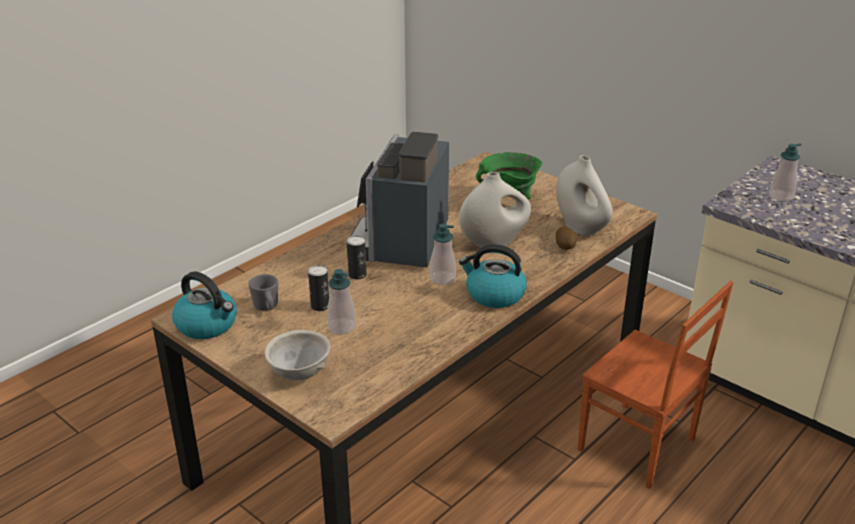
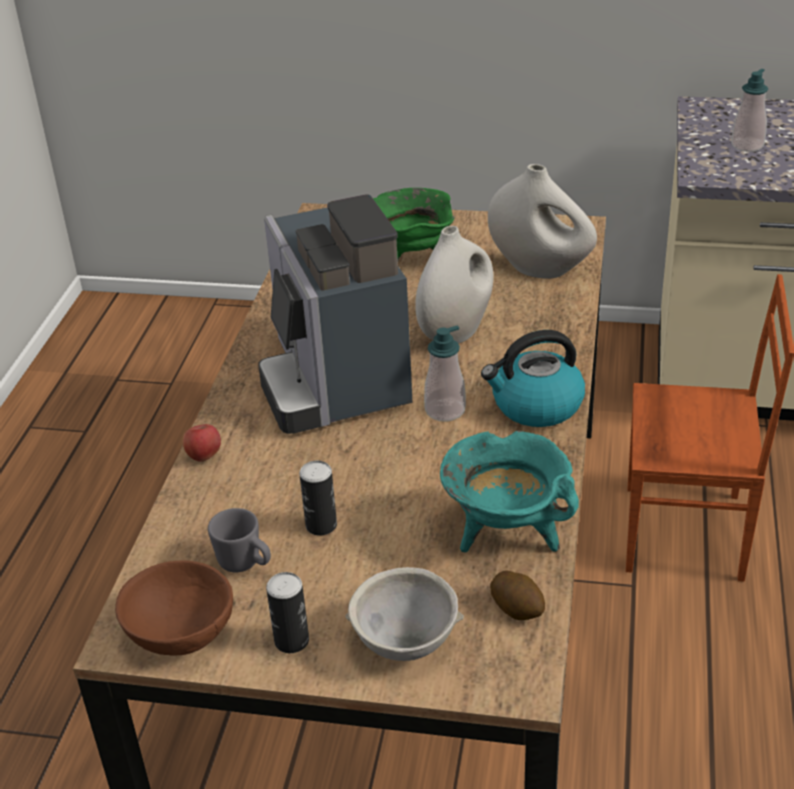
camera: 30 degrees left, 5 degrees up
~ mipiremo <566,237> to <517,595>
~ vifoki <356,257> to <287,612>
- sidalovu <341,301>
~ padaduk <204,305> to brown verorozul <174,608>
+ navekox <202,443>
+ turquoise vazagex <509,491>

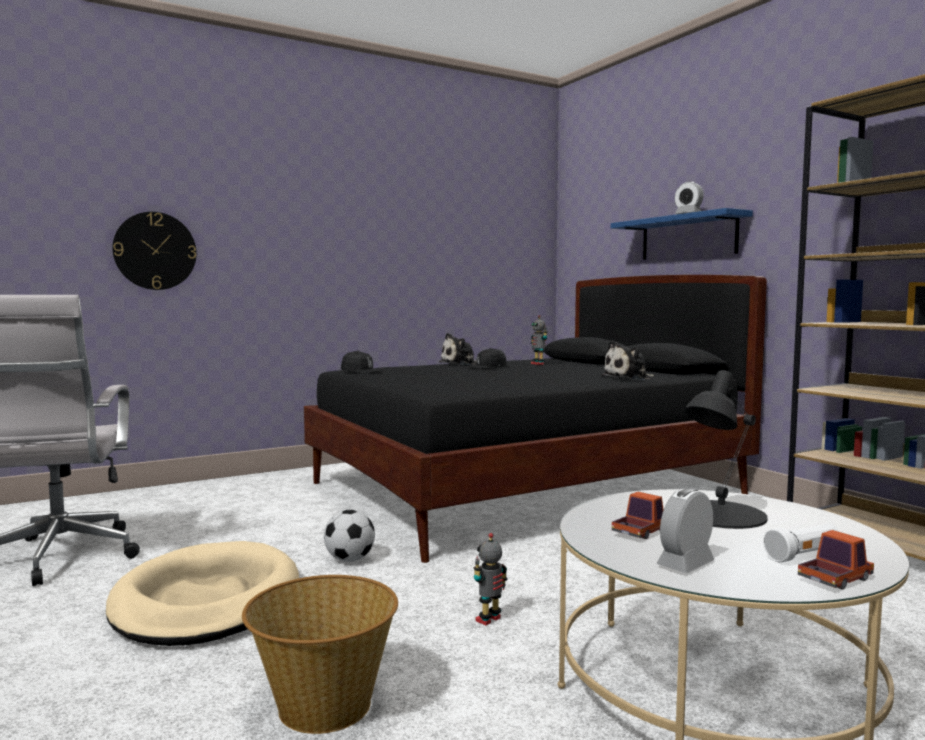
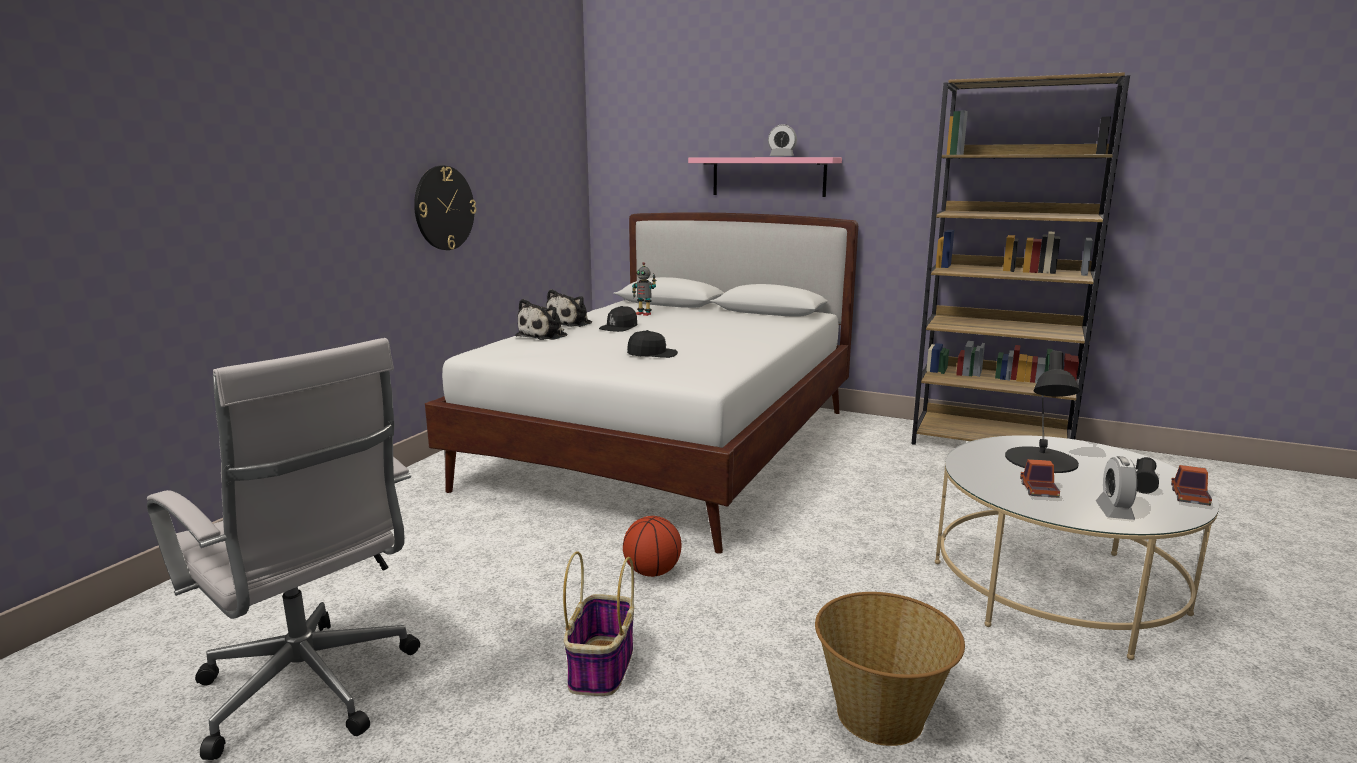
camera: 35 degrees left, 10 degrees up
~ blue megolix <682,234> to pink megolix <765,177>
~ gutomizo <154,251> to <445,208>
~ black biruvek <535,419> to white biruvek <641,383>
~ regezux <627,360> to <541,319>
~ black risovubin <361,362> to <652,344>
~ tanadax <349,536> to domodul <652,546>
~ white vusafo <801,543> to black vusafo <1147,475>
- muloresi <491,579>
~ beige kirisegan <202,593> to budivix <598,623>

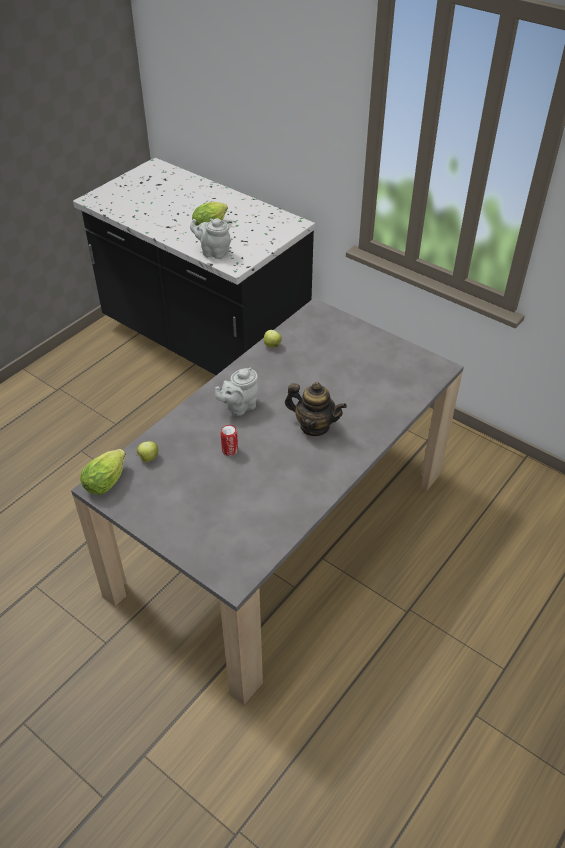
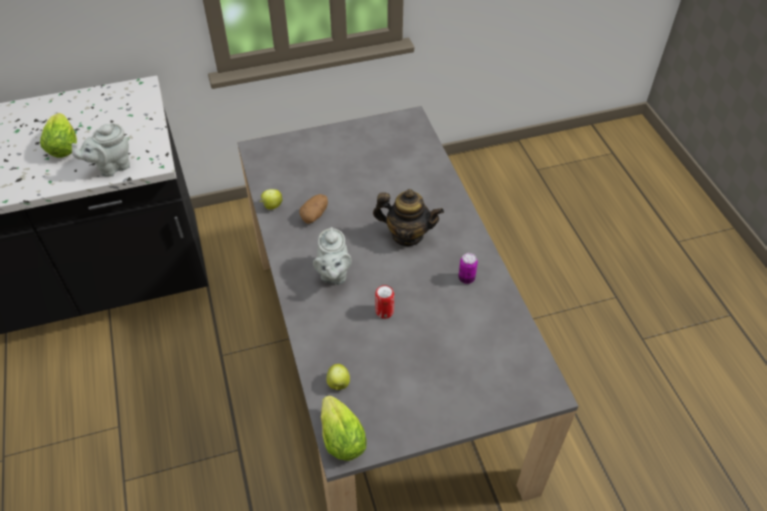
camera: 55 degrees left, 5 degrees up
~ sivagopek <316,409> = <408,217> 45 degrees clockwise
+ mipiremo <313,209>
+ vifoki <468,268>

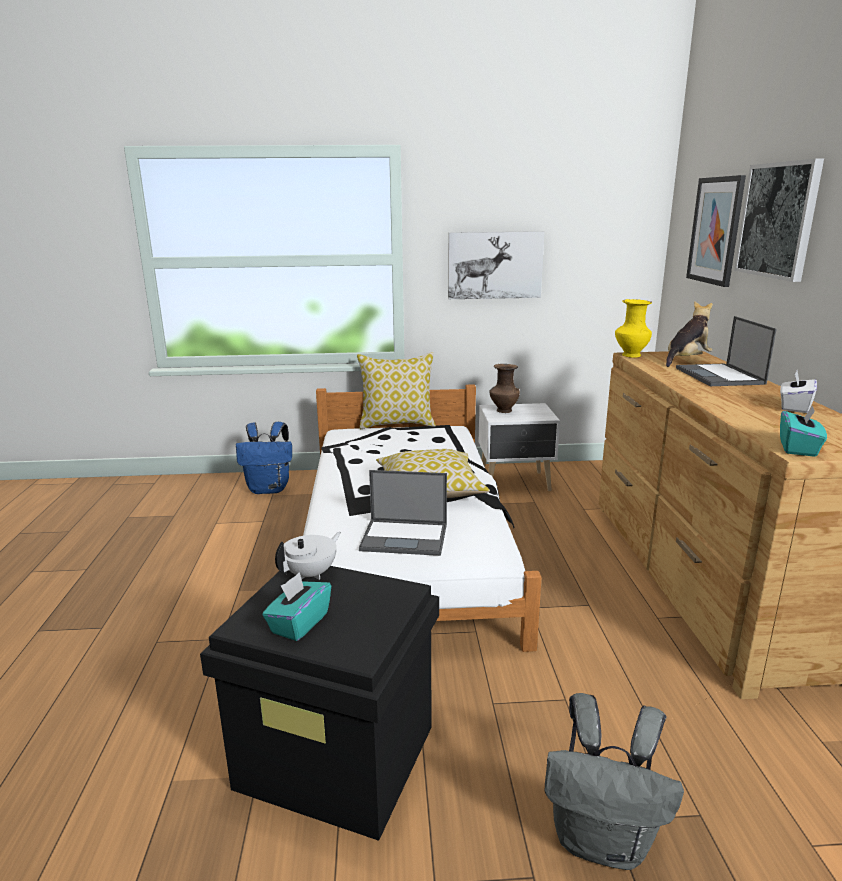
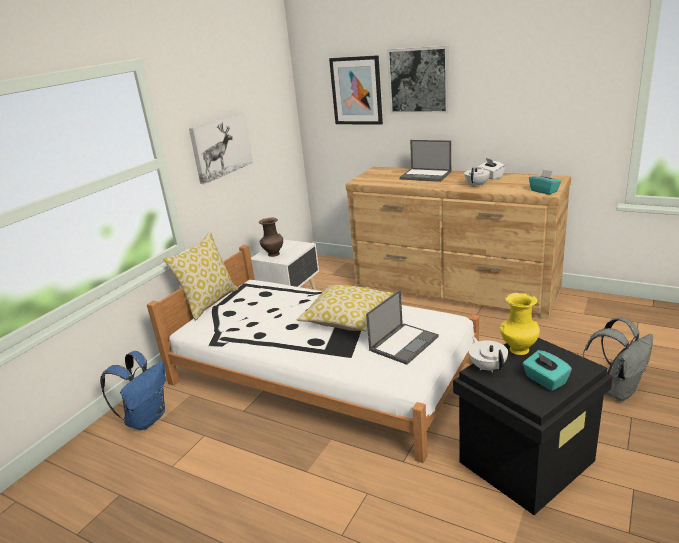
camera: 55 degrees left, 5 degrees up
~ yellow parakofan <633,328> to <520,324>
- regezux <689,334>
+ white sivagopek <477,177>

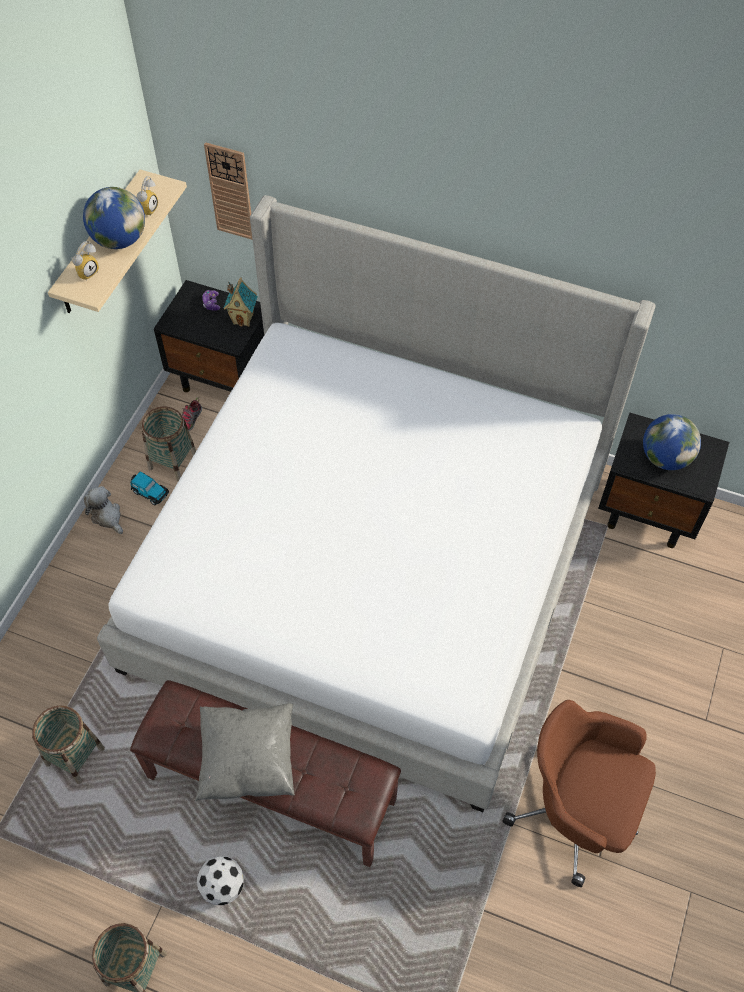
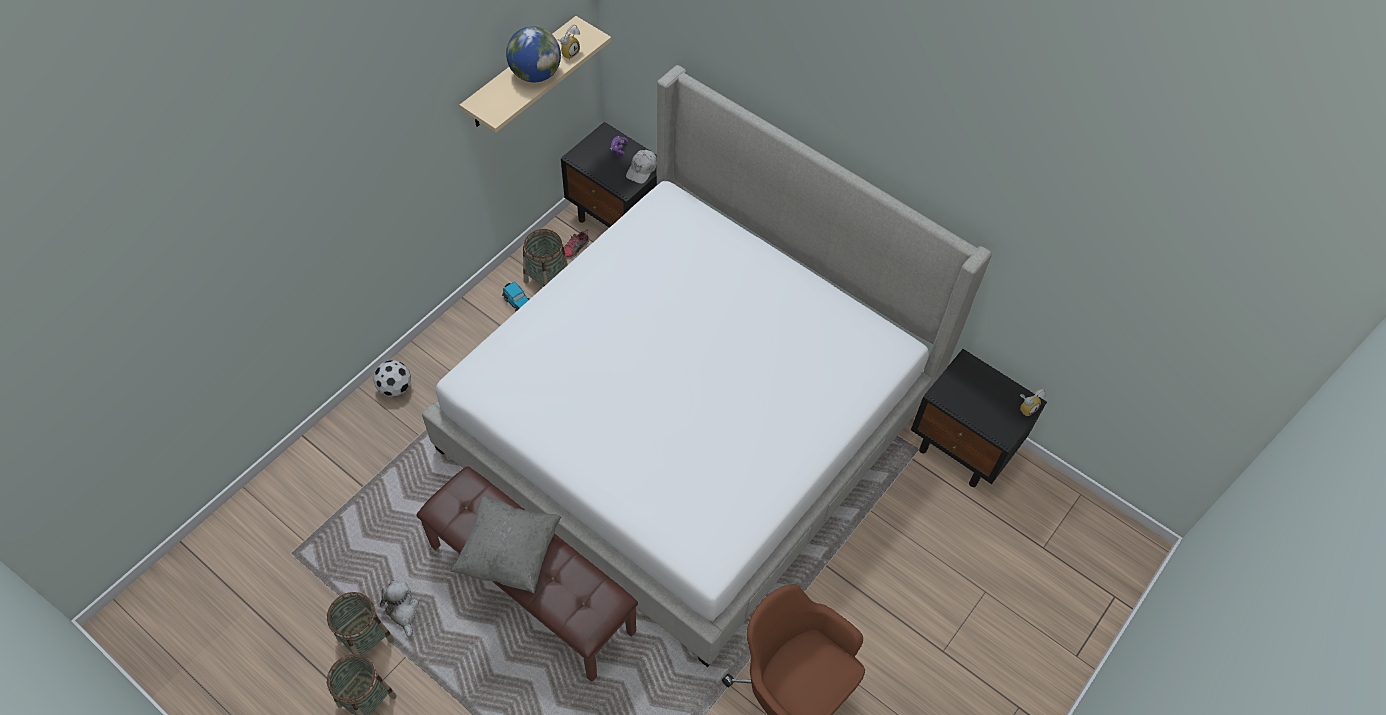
camera: 15 degrees right, 0 degrees up
- gutomizo <228,191>
~ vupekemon <85,261> to <1033,402>
~ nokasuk <241,302> to white risovubin <641,167>
- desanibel <672,442>
~ regezux <103,510> to <399,609>
~ budivix <68,744> to <360,623>
~ tanadax <220,880> to <392,378>

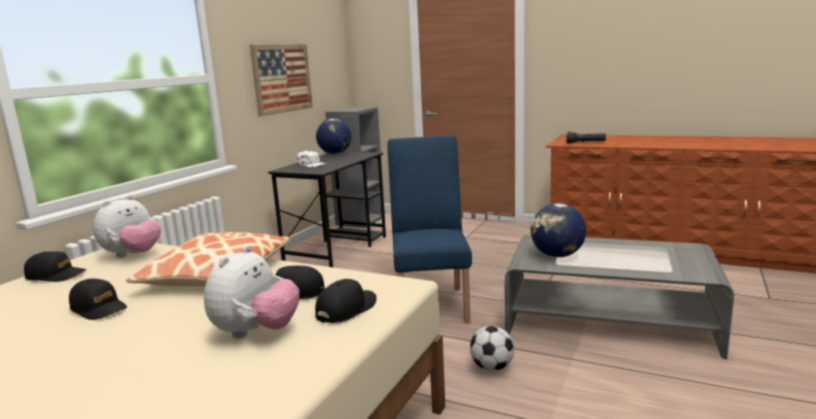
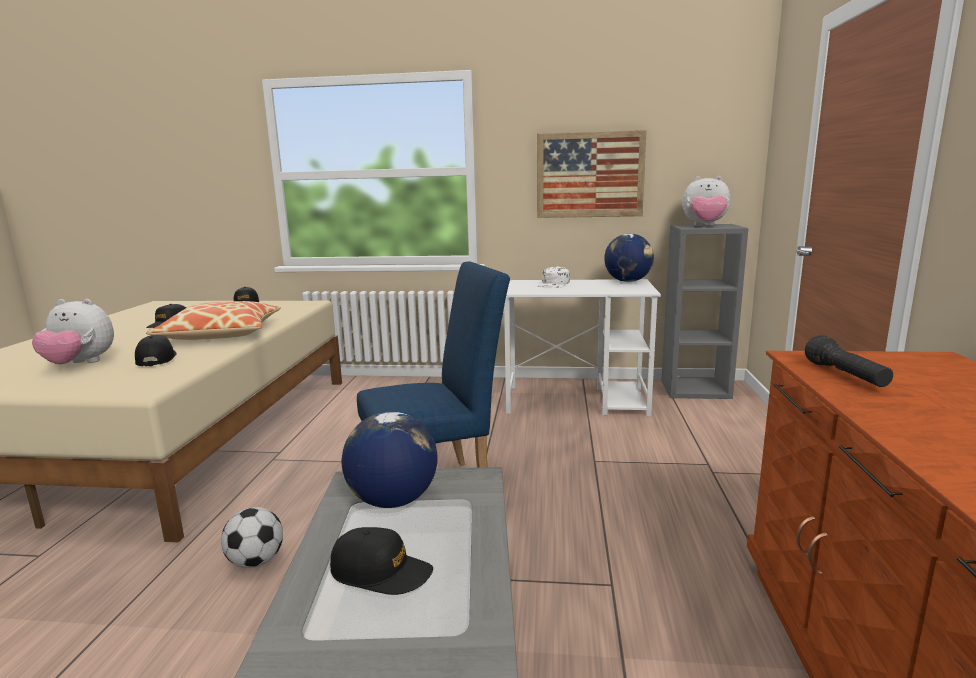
camera: 70 degrees right, 0 degrees up
~ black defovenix <327,209> to white defovenix <582,347>
~ regezux <127,226> to <706,201>
~ black risovubin <346,301> to <381,561>

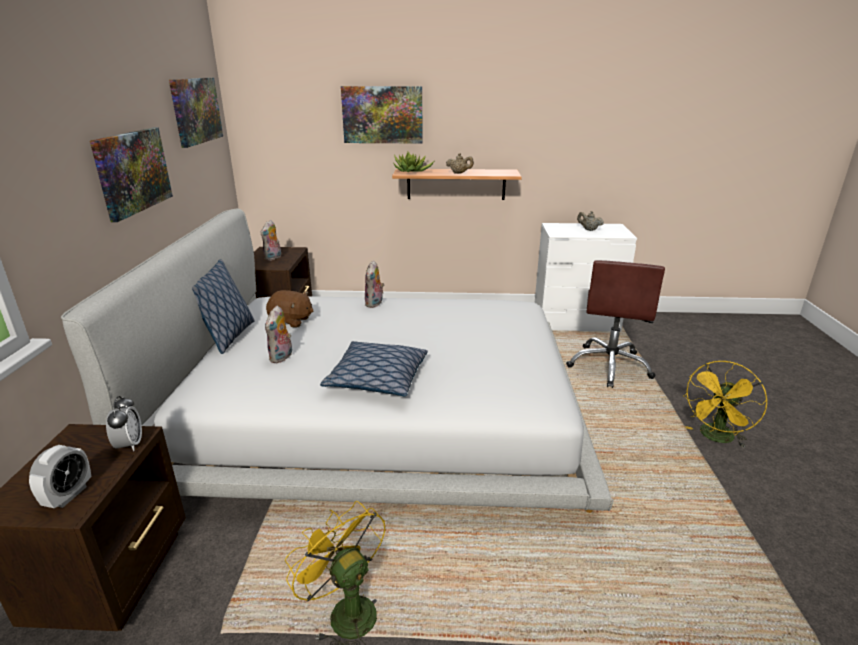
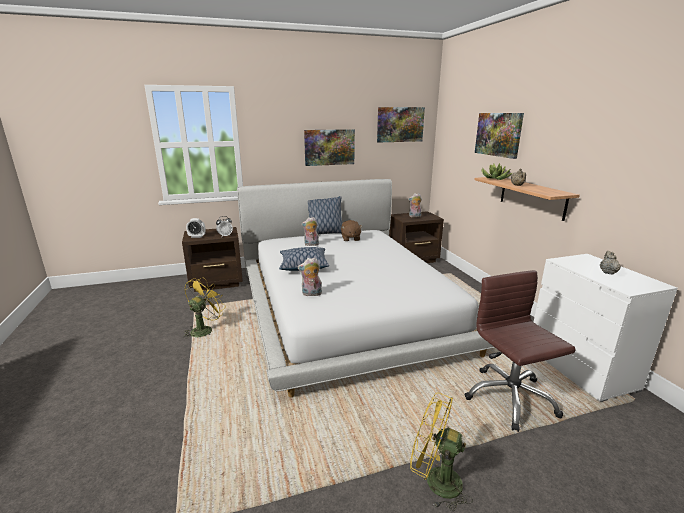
camera: 70 degrees right, 5 degrees down
~ regezux <374,284> to <310,276>
~ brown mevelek <615,324> = <520,351> 75 degrees clockwise

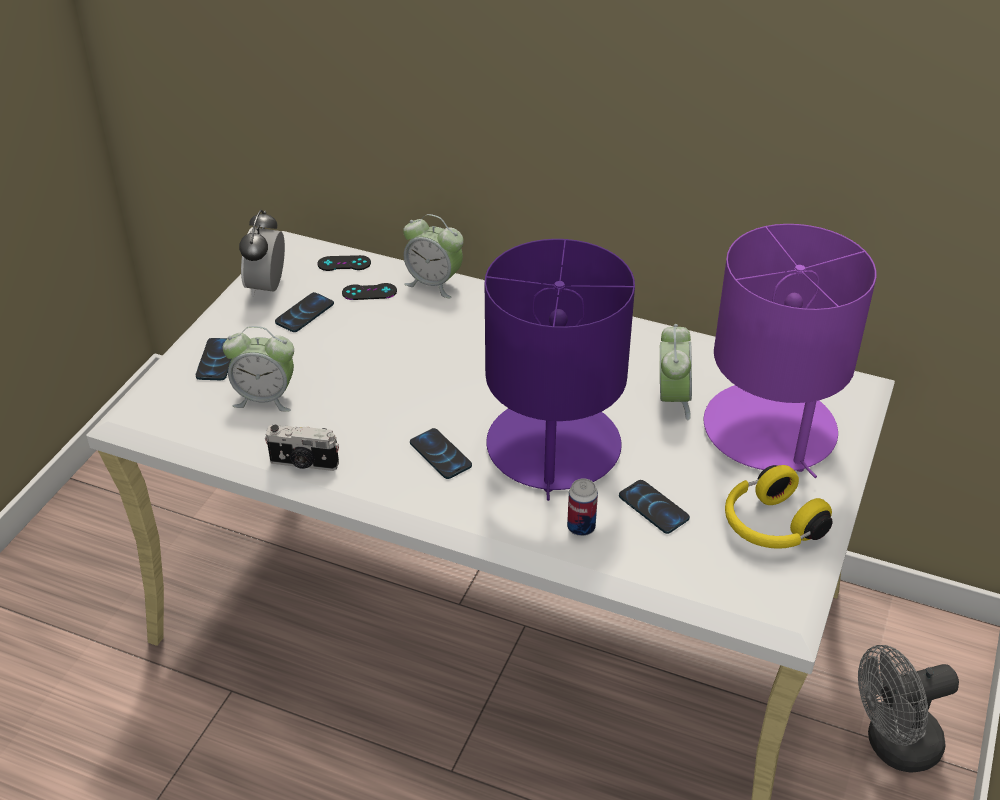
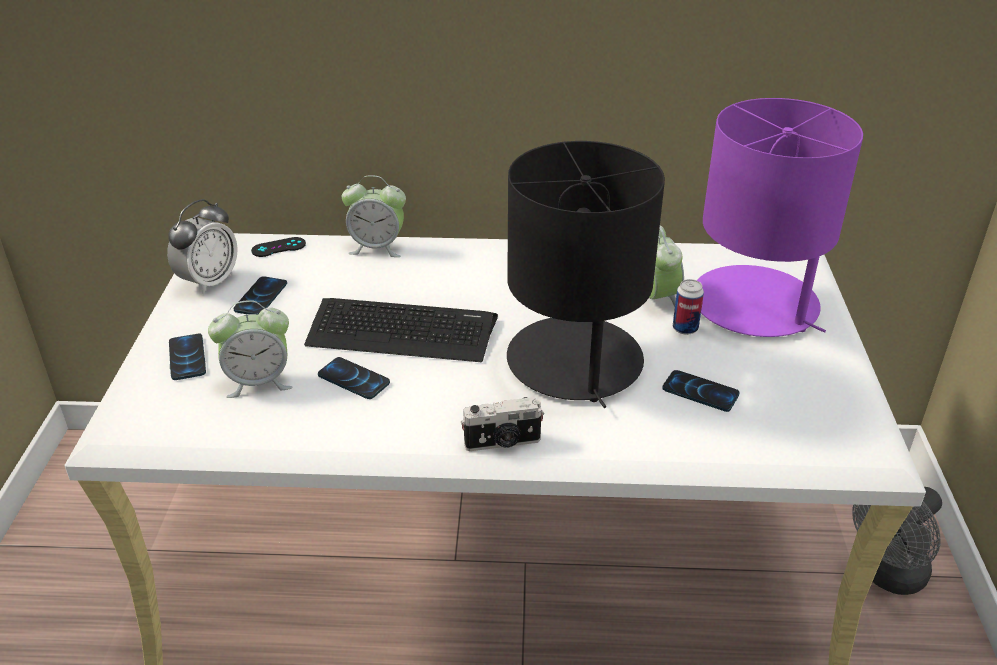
camera: 20 degrees left, 5 degrees down
~ vupekemon <262,253> = <202,246> 135 degrees counterclockwise
~ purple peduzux <560,370> to black peduzux <586,274>
- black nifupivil <369,291>
~ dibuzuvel <302,448> to <502,424>
~ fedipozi <441,453> to <354,378>
- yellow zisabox <779,506>
~ vifoki <582,507> to <688,307>
+ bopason <401,330>

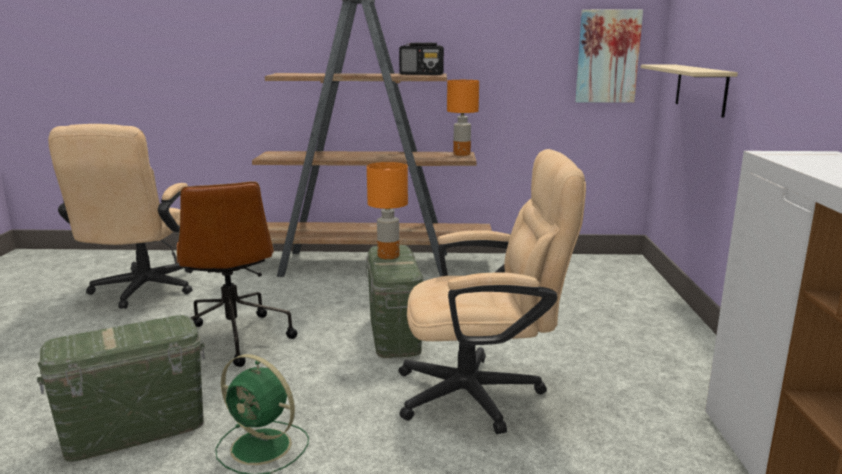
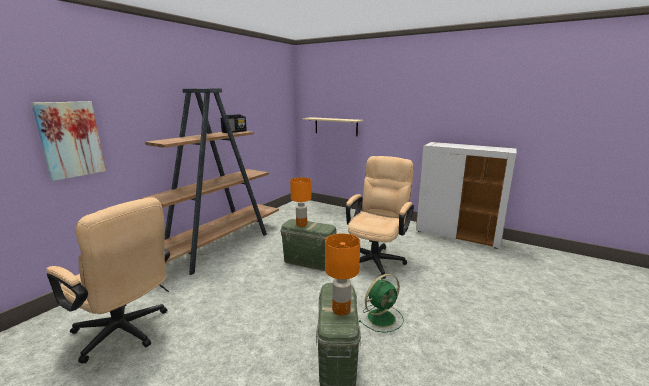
camera: 60 degrees left, 0 degrees up
~ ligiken <609,56> to <68,141>
~ orange peduzux <463,118> to <342,274>
- brown mevelek <237,274>

